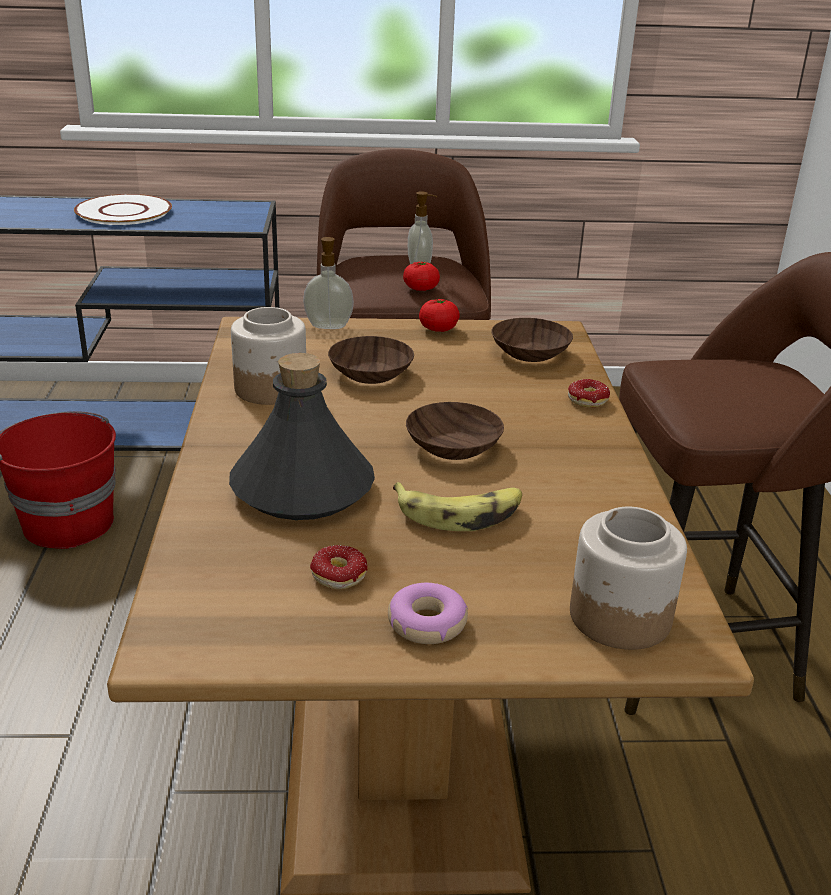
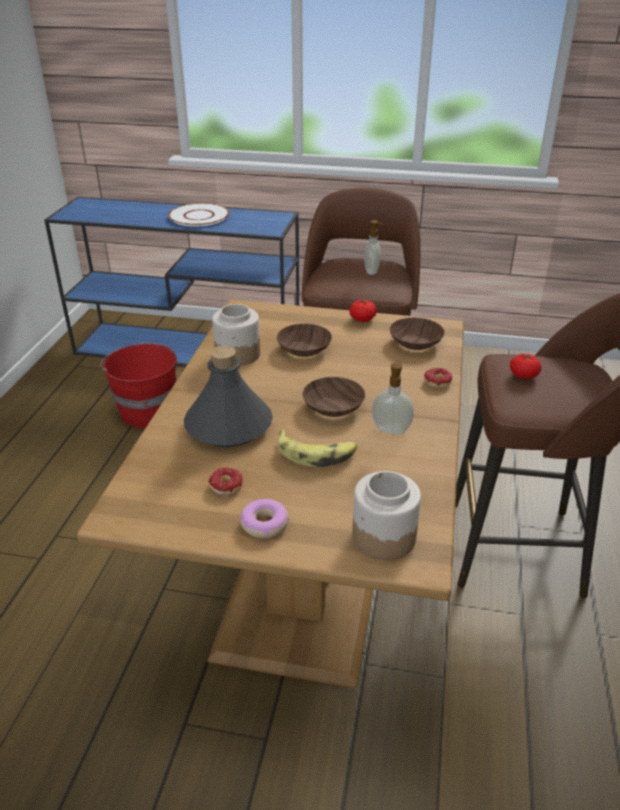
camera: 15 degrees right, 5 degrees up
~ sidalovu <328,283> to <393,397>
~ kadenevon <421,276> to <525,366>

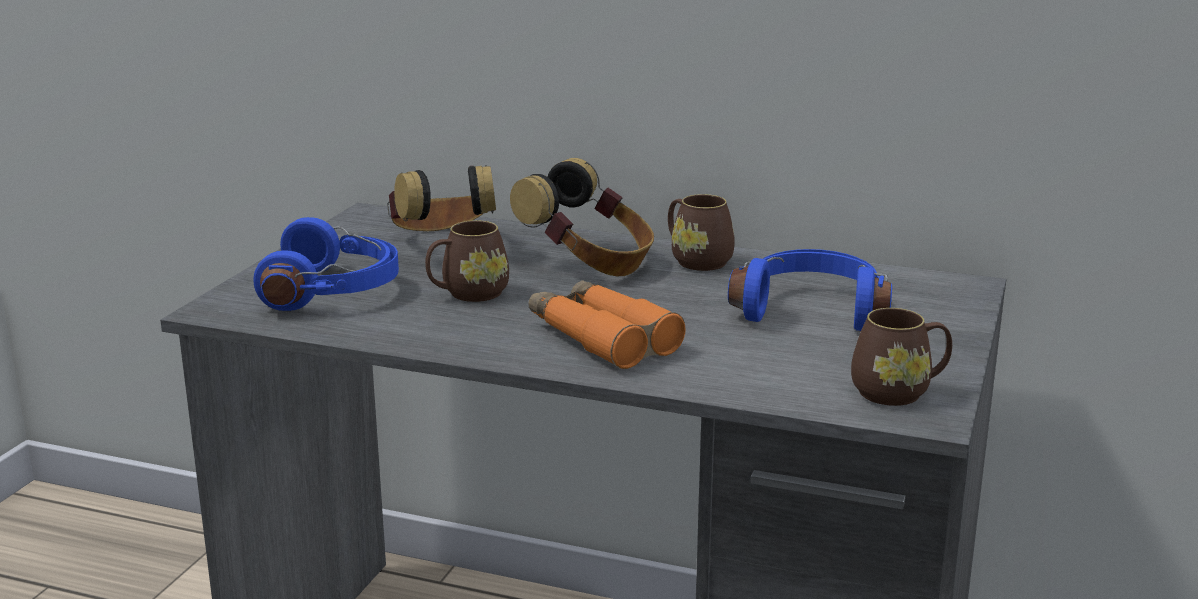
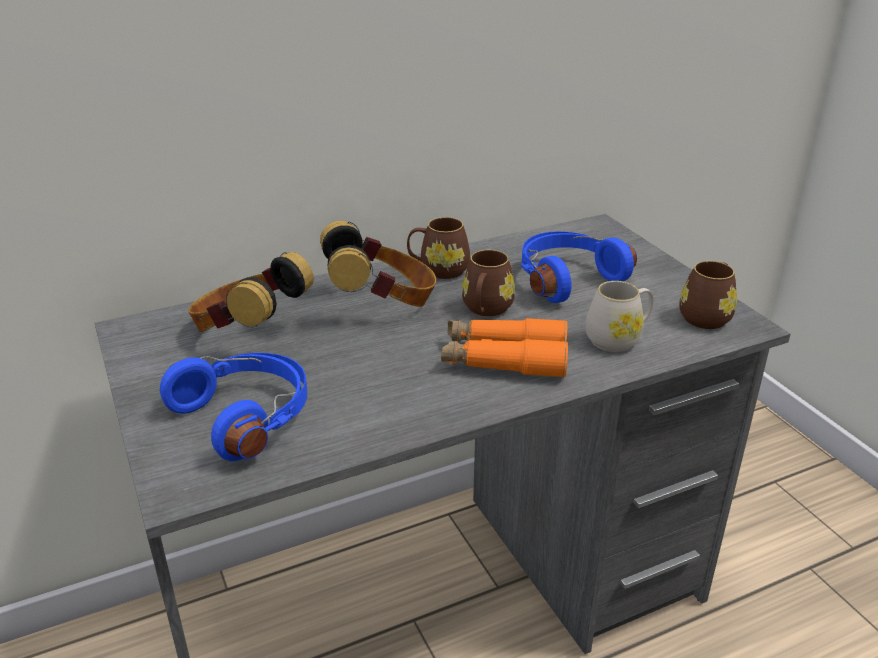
camera: 45 degrees left, 10 degrees up
~ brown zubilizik <467,261> to <488,283>
+ white zubilizik <619,316>

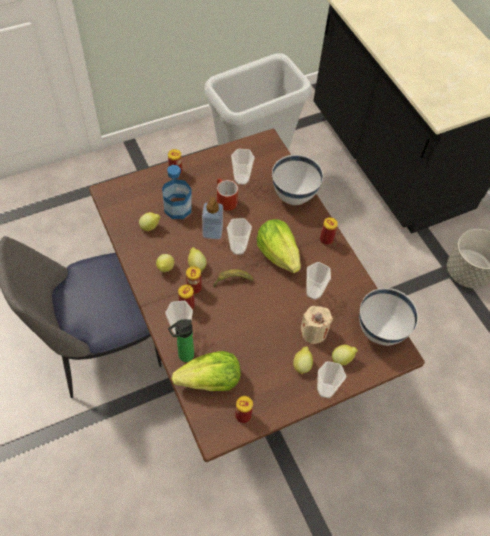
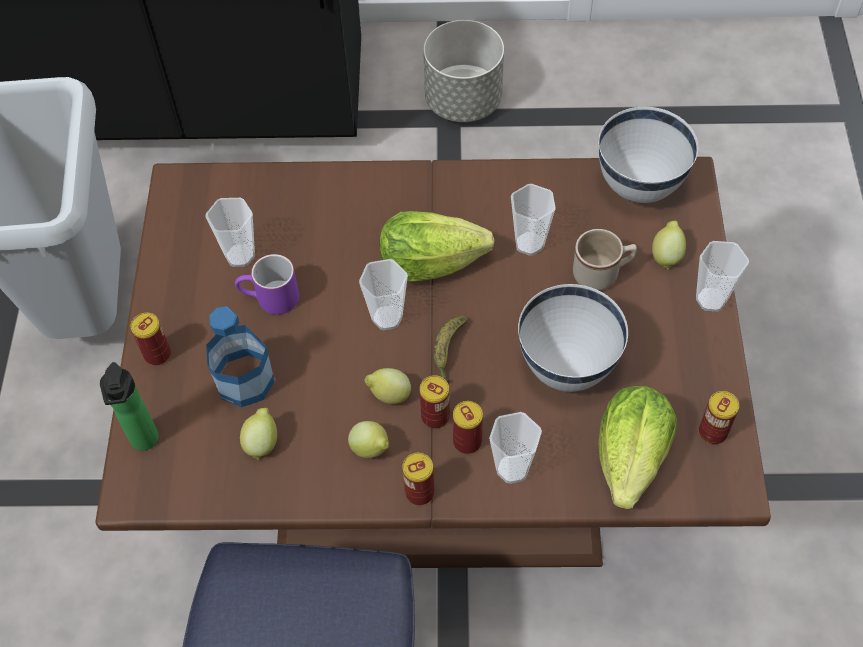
camera: 60 degrees left, 0 degrees up
~ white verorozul <297,180> to <573,338>
~ red zubilizik <227,194> to purple zubilizik <267,284>
- sidalovu <212,218>
~ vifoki <329,231> to <418,479>
~ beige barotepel <316,325> to beige zubilizik <605,259>
~ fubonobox <181,340> to <129,406>
- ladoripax <303,361>

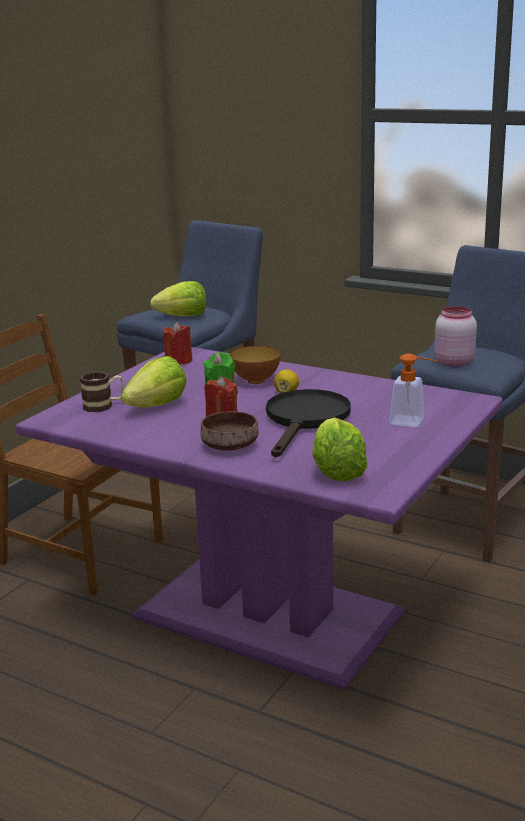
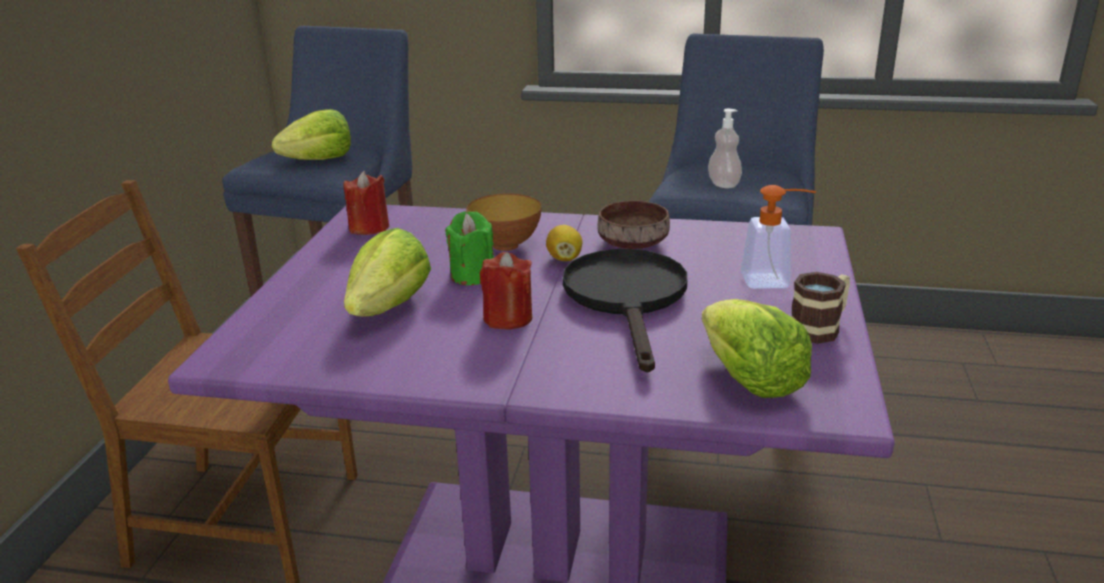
camera: 20 degrees left, 5 degrees up
~ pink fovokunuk <455,336> to sidalovu <725,148>
~ zubilizik <101,392> to <821,308>
~ brown verorozul <229,431> to <633,225>

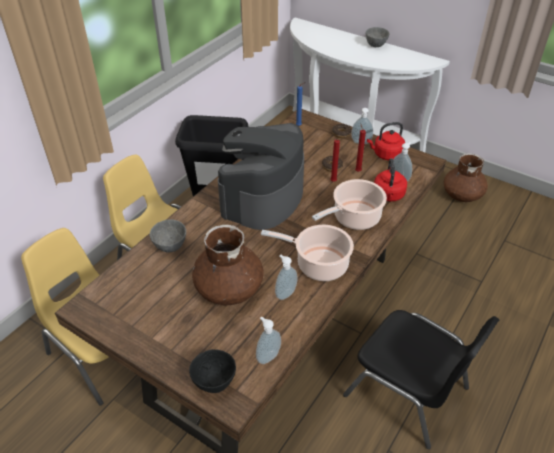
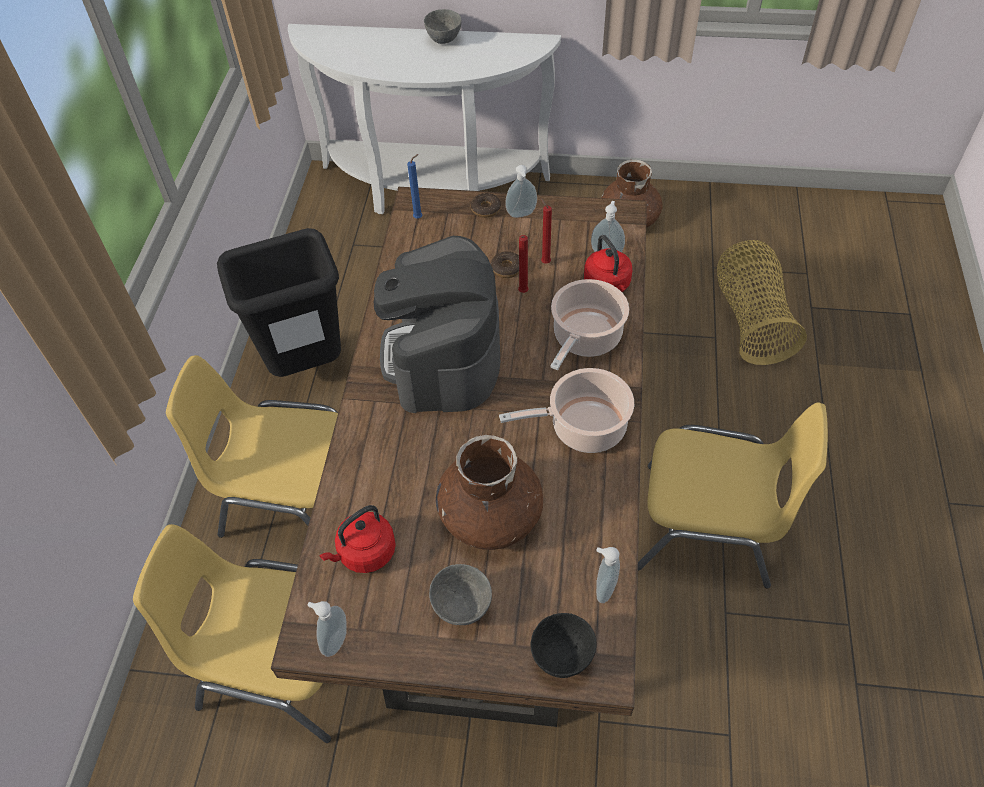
camera: 25 degrees left, 10 degrees up
~ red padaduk <386,141> to <357,539>
~ grey verorozul <168,235> to <460,594>
~ sidalovu <286,277> to <327,629>
~ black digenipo <421,379> to yellow digenipo <733,495>
+ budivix <762,302>

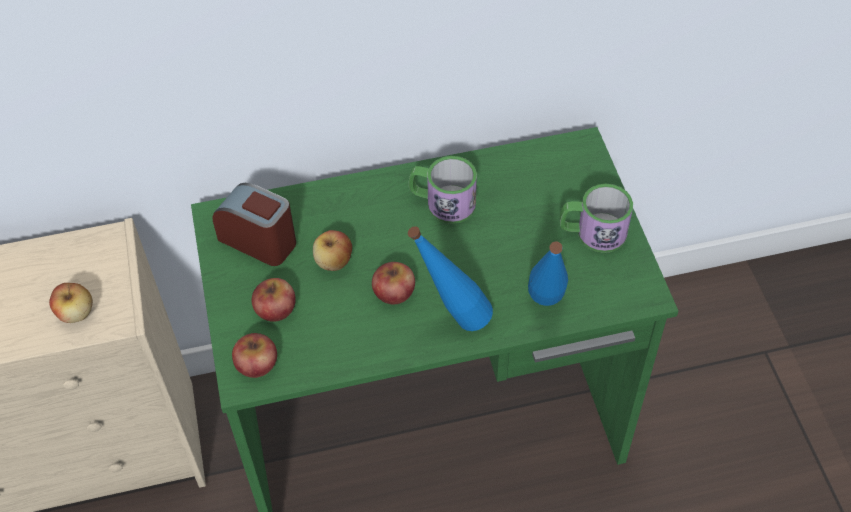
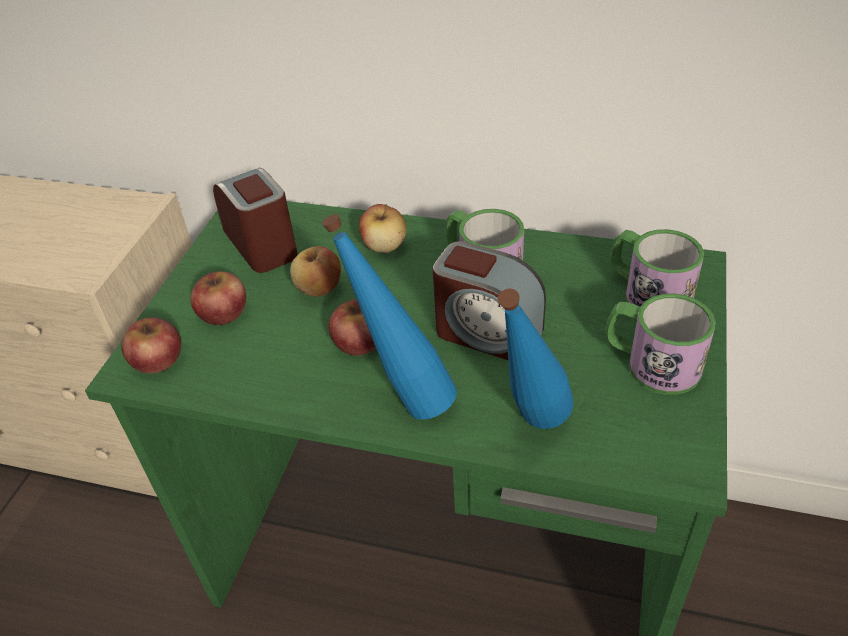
camera: 30 degrees right, 10 degrees down
~ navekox <71,303> to <383,228>
+ zubilizik <657,268>
+ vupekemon <489,300>

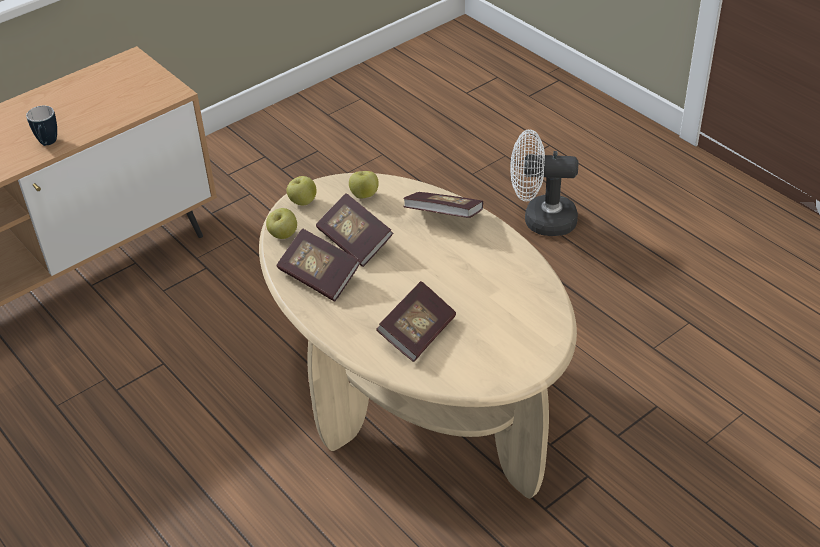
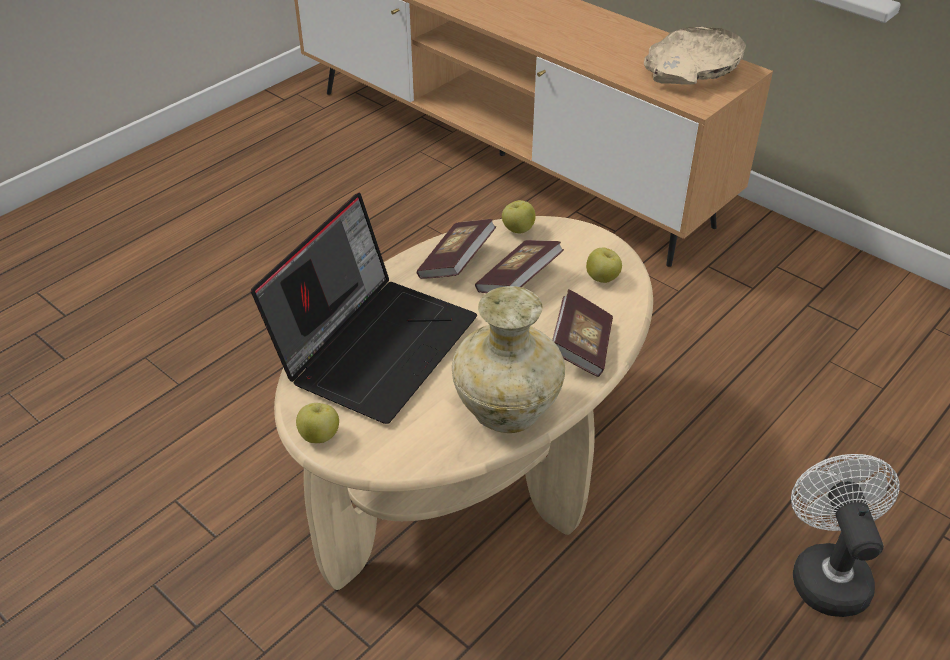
camera: 80 degrees right, 0 degrees up
- zubilizik <41,126>
~ navekox <301,190> to <317,423>
~ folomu <416,321> to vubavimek <364,308>
+ beige verorozul <695,56>
+ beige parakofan <508,359>

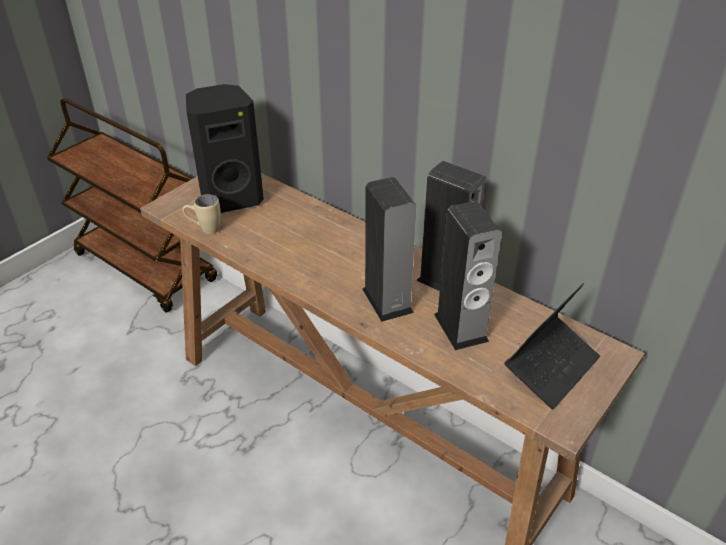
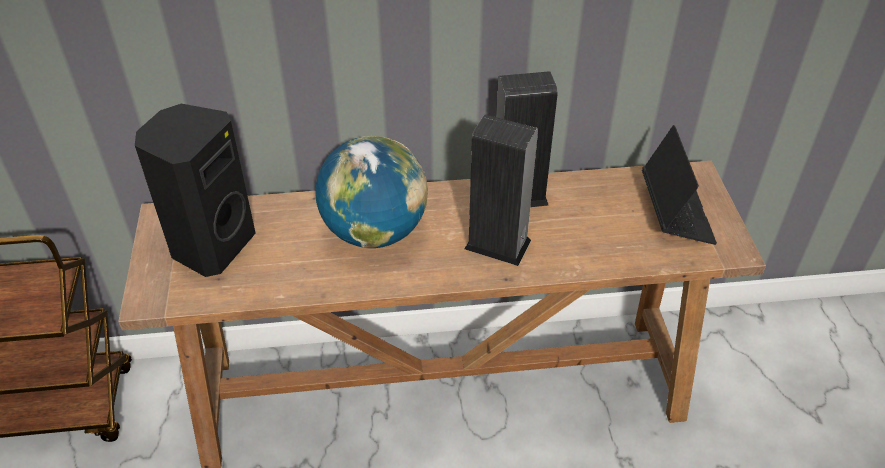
camera: 45 degrees left, 5 degrees up
- beige zubilizik <202,214>
- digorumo <468,275>
+ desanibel <371,192>

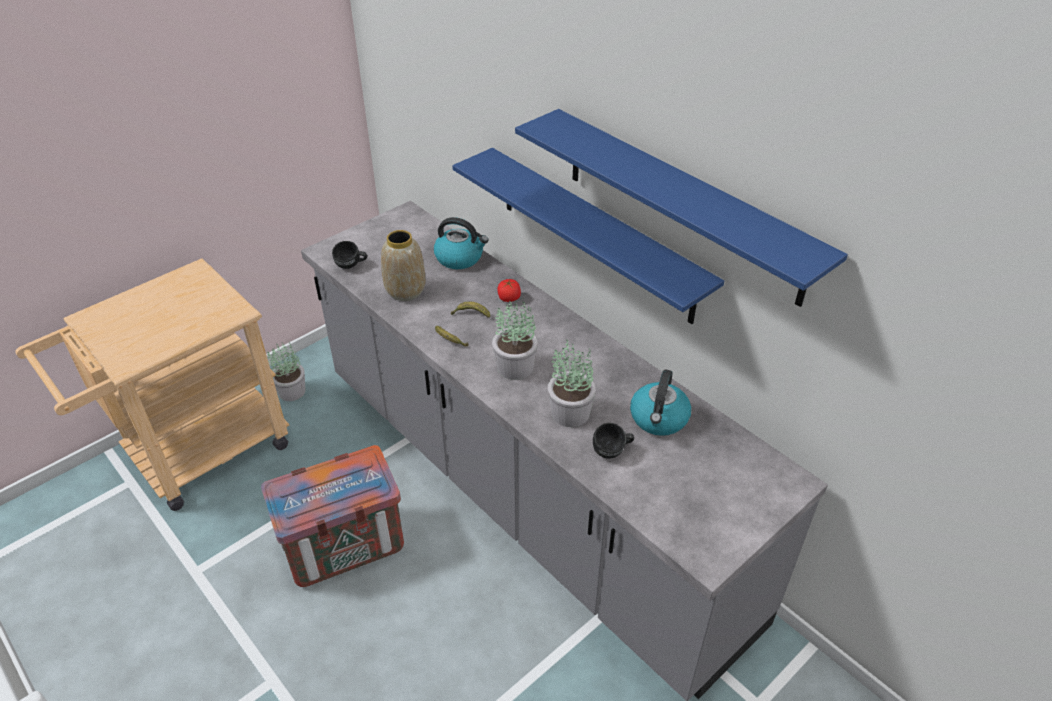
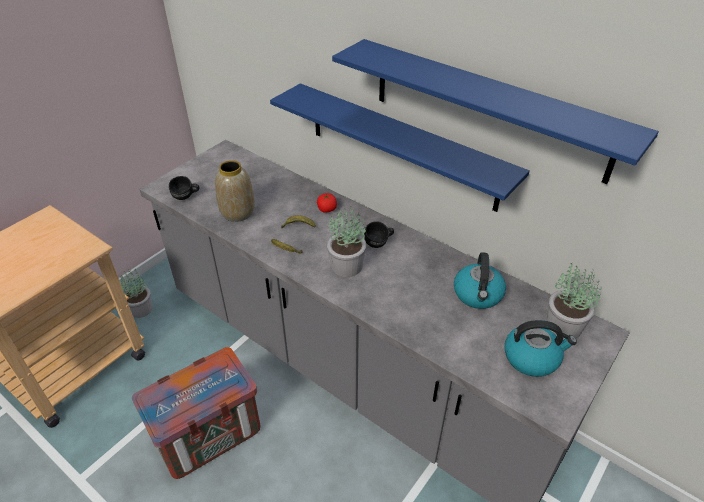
camera: 10 degrees left, 0 degrees up
~ padaduk <461,243> to <540,348>
~ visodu <572,383> to <574,301>
~ black zubilizik <613,441> to <379,234>

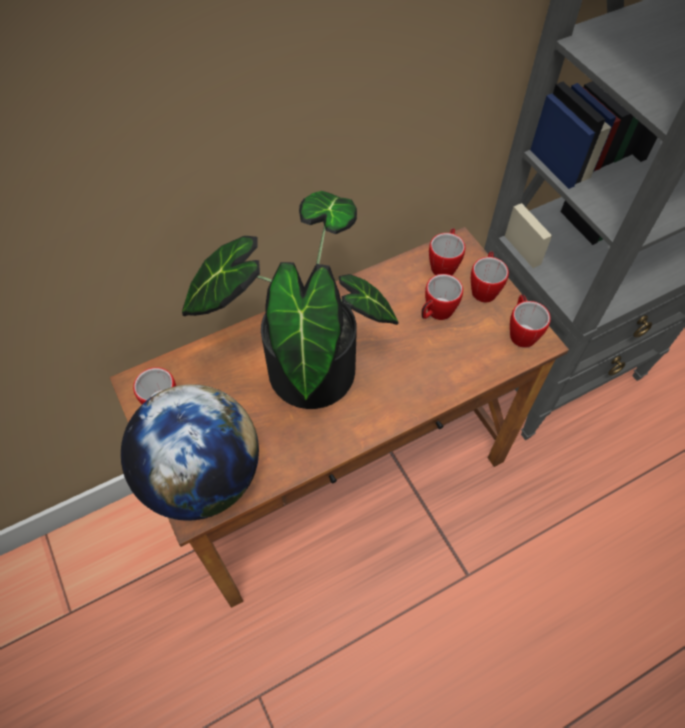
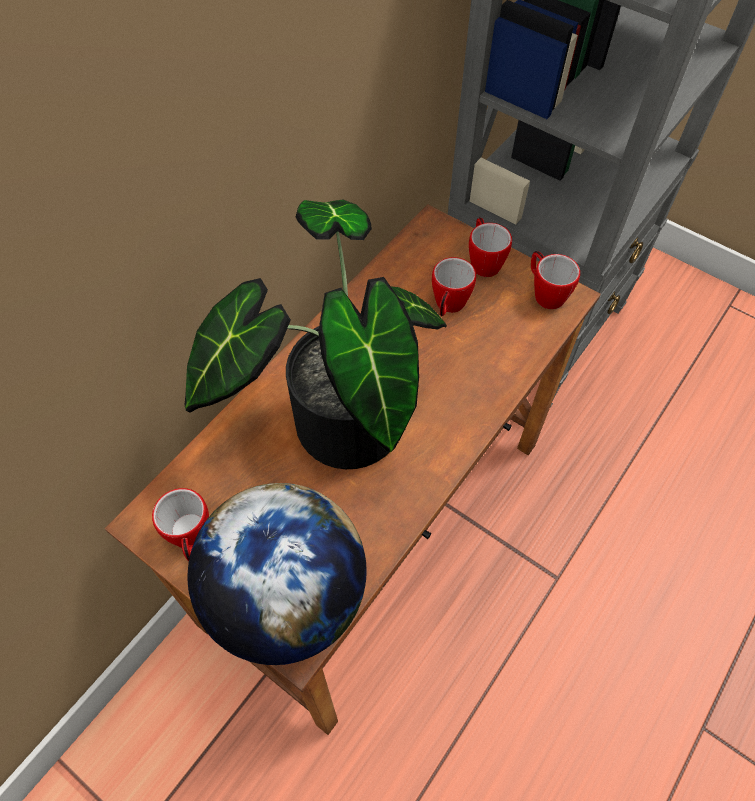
camera: 25 degrees left, 0 degrees up
- zubilizik <447,251>

